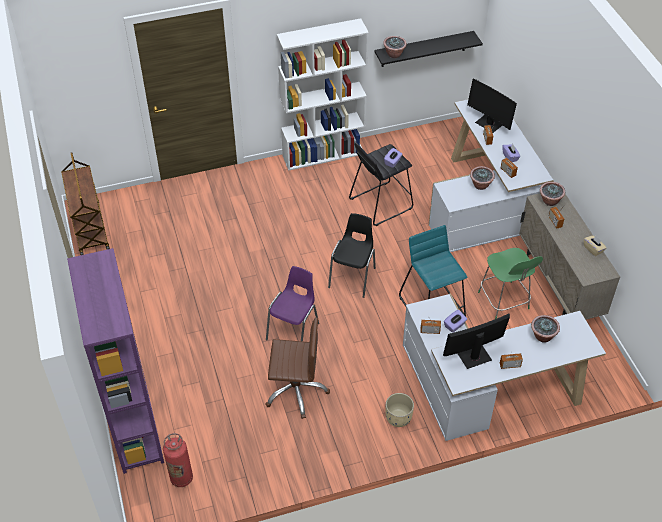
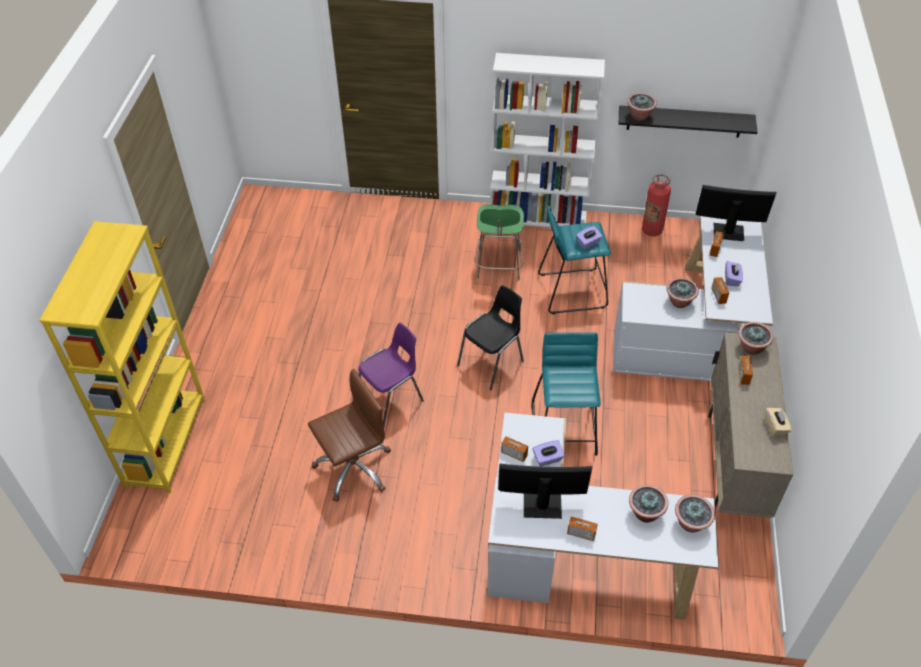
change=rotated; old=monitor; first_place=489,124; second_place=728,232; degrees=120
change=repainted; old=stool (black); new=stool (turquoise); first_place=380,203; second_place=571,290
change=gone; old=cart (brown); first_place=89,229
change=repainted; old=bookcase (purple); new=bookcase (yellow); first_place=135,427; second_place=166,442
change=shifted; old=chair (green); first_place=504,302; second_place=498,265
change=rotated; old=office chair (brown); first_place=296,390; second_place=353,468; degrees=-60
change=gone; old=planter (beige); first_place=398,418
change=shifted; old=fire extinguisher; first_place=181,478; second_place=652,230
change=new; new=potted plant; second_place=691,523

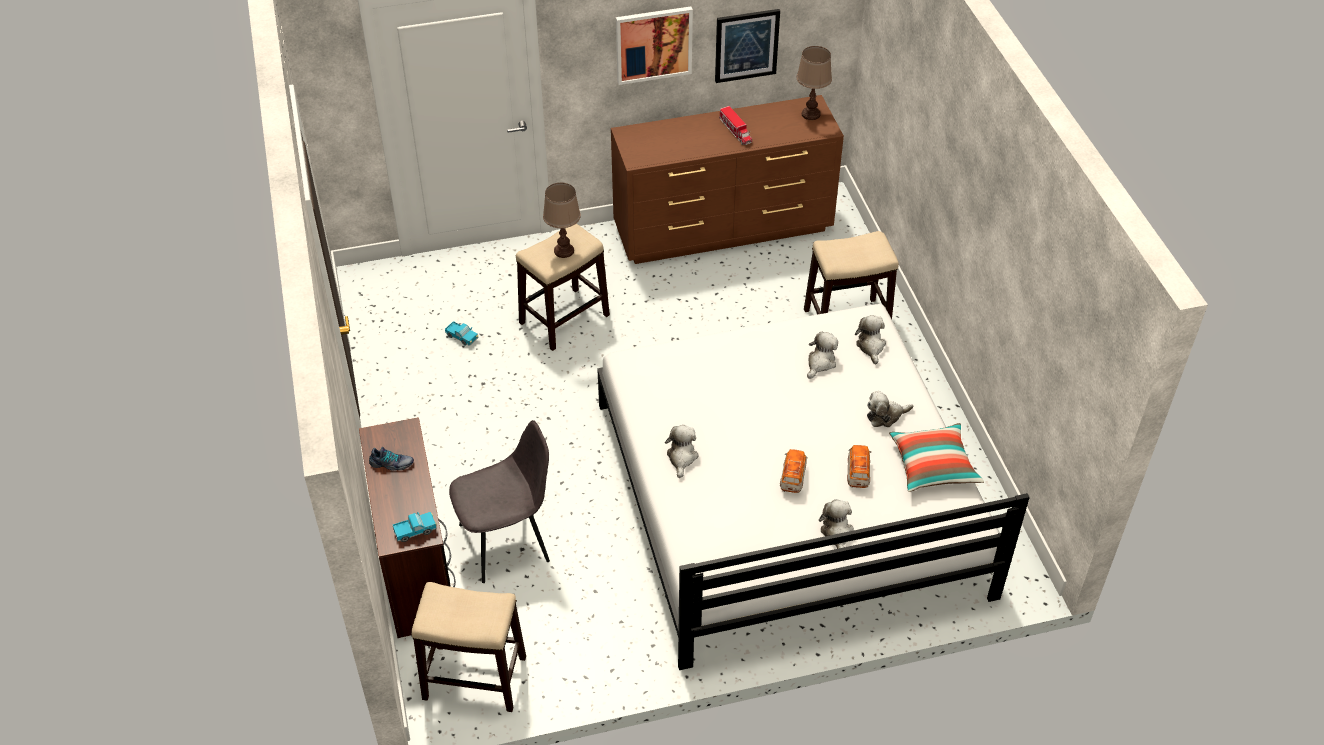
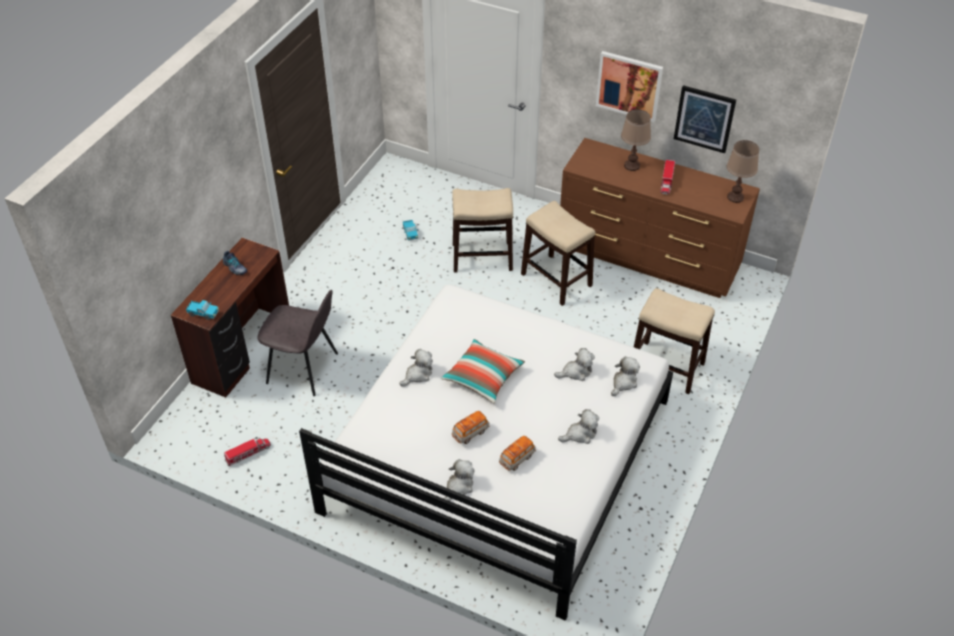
change=shifted; old=table lamp (brown); first_place=563,251; second_place=632,165
change=rotated; old=plush toy; first_place=885,416; second_place=580,434; degrees=135
change=shifted; old=pillow; first_place=933,466; second_place=483,377
change=shifted; old=stool; first_place=475,678; second_place=557,280
change=new; new=toy truck; second_place=248,454

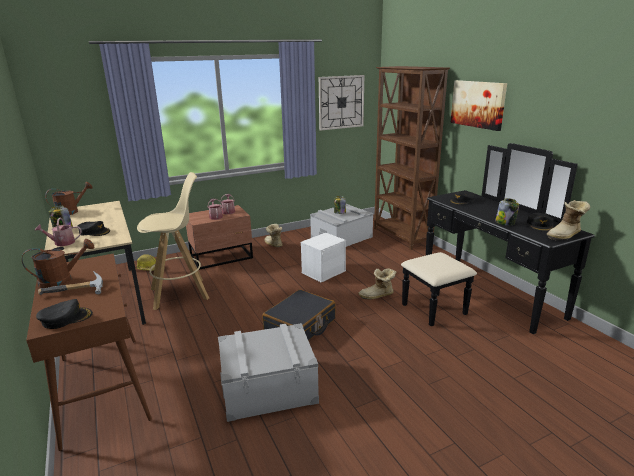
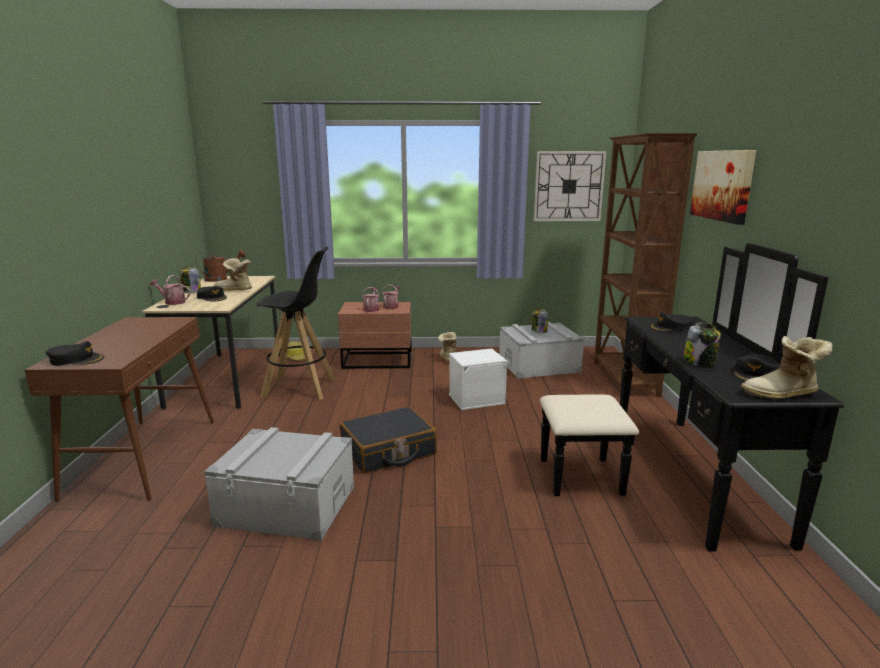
change=repainted; old=stool (beige); new=stool (black); first_place=180,293; second_place=300,388
change=gone; old=watering can (brown); first_place=62,280
change=shifted; old=boot; first_place=377,296; second_place=233,290
change=gone; old=hammer; first_place=75,293

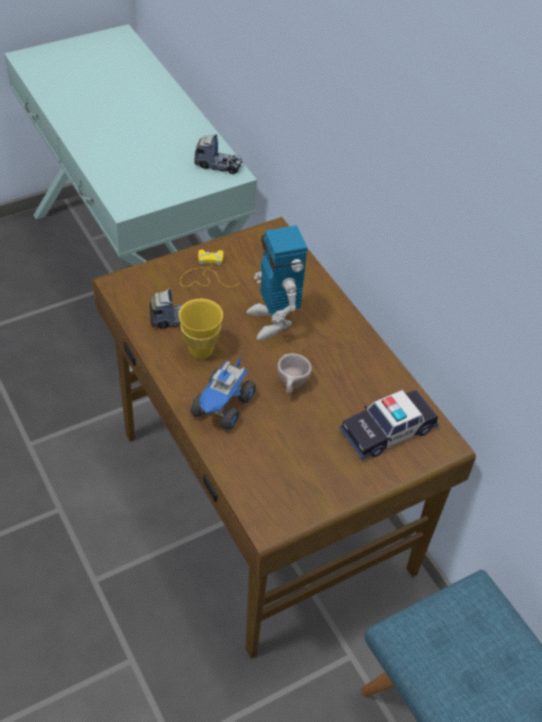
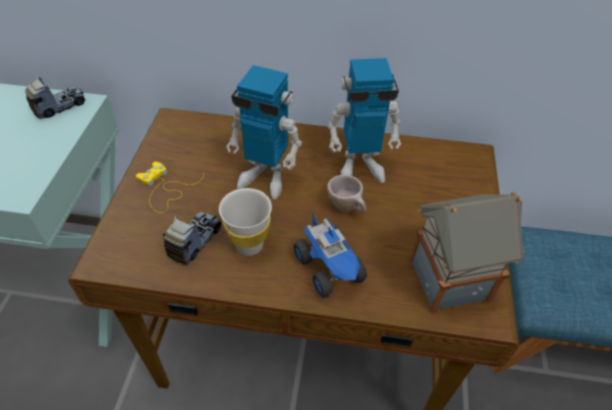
change=repainted; old=cup (yellow); new=cup (white); first_place=201,350; second_place=249,245
change=gone; old=toy car; first_place=388,430
change=new; new=toy robot; second_place=360,167
change=new; new=toy house; second_place=447,281

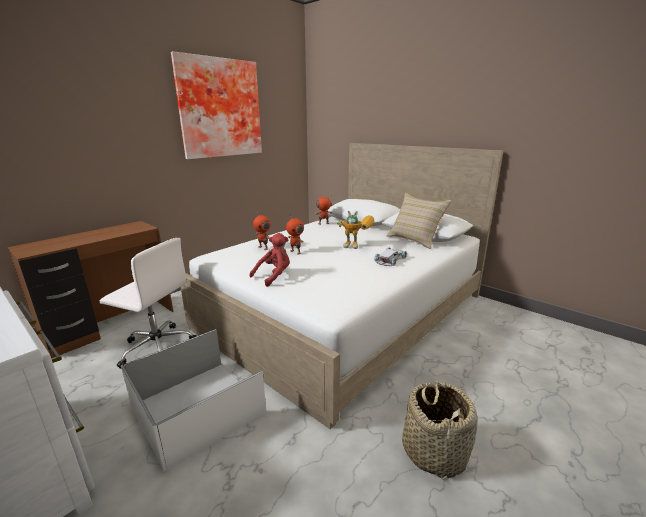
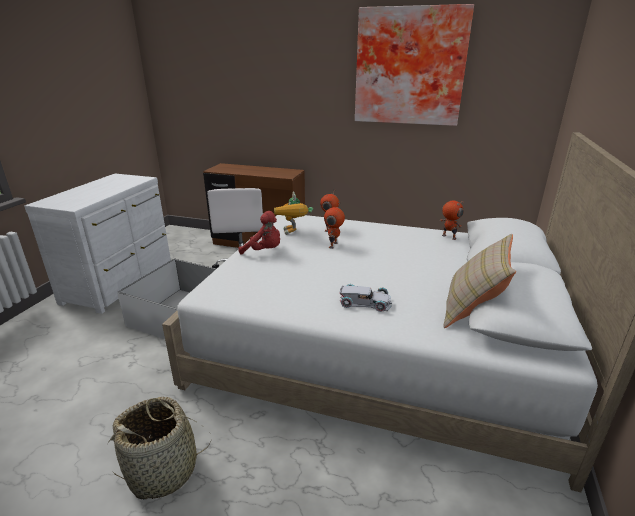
change=shifted; old=toy robot; first_place=357,246; second_place=294,234

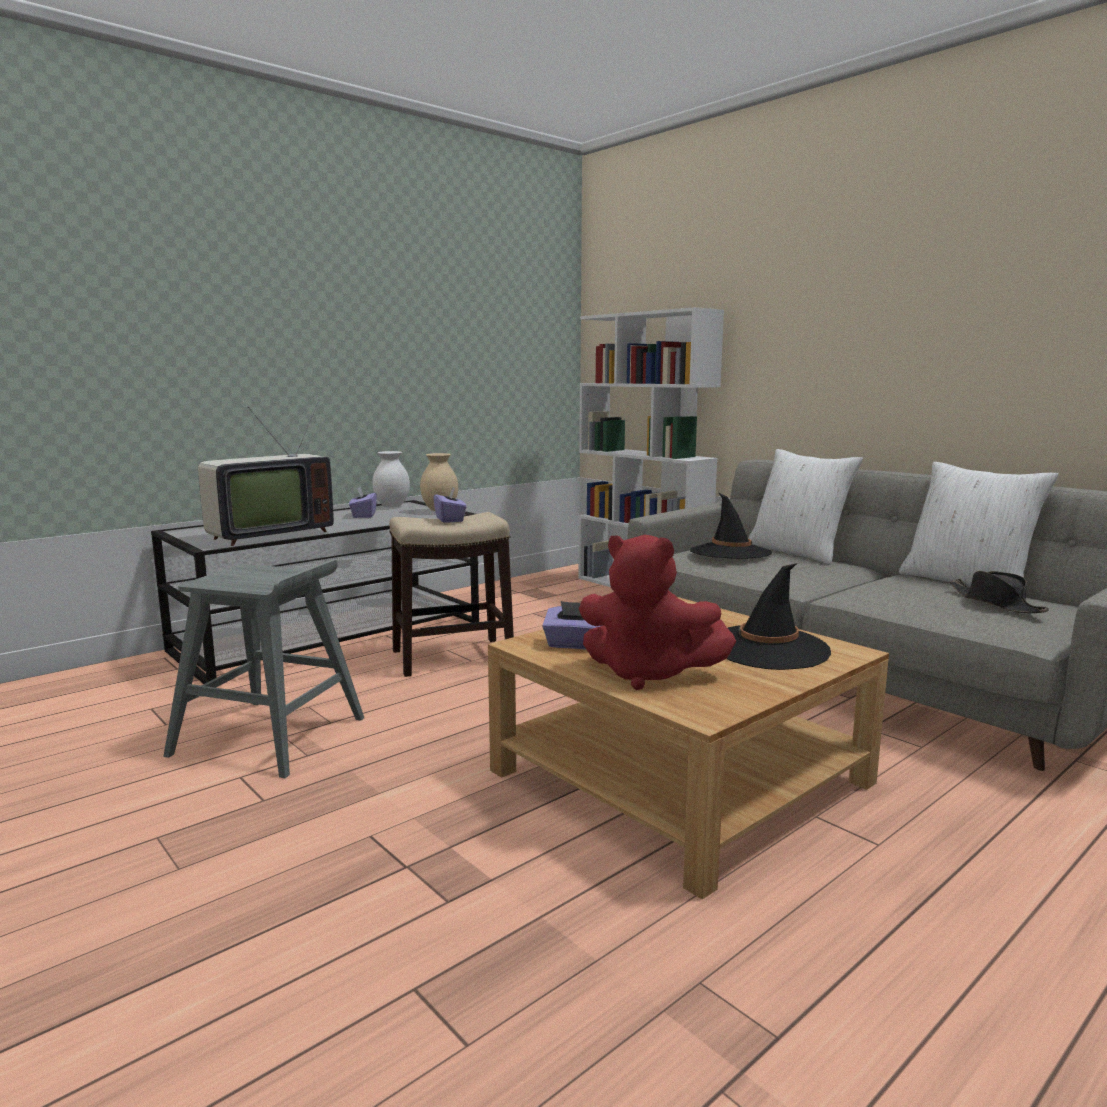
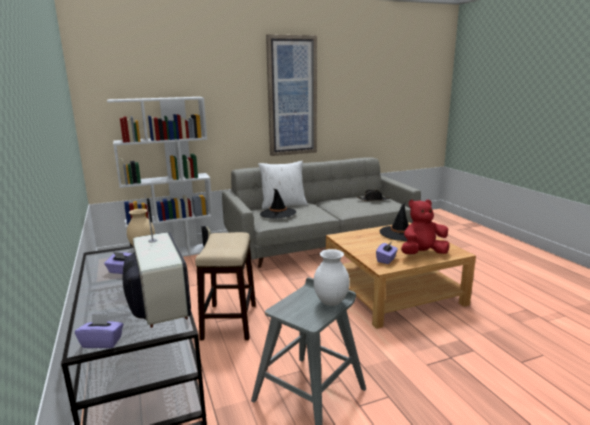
change=shifted; old=vase (white); first_place=391,506; second_place=330,302
change=gone; old=pillow (white); first_place=967,583
change=shifted; old=tissue box (purple); first_place=450,519; second_place=102,342
change=rotated; old=plush toy (red); first_place=648,674; second_place=422,254; degrees=-150
change=new; new=picture; second_place=292,96

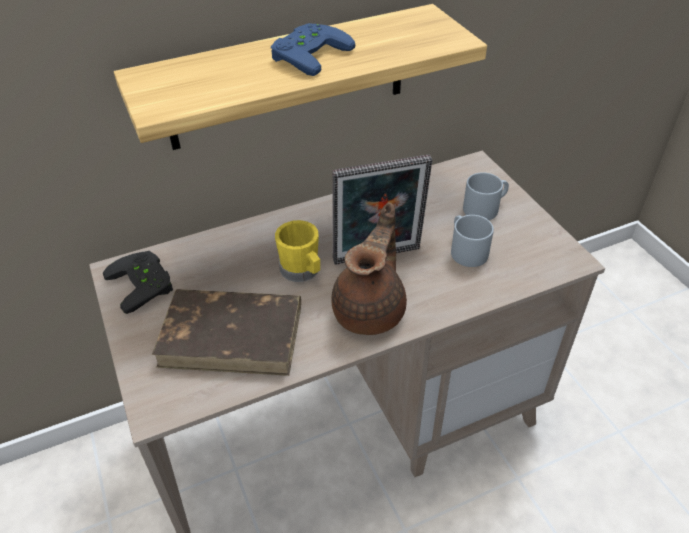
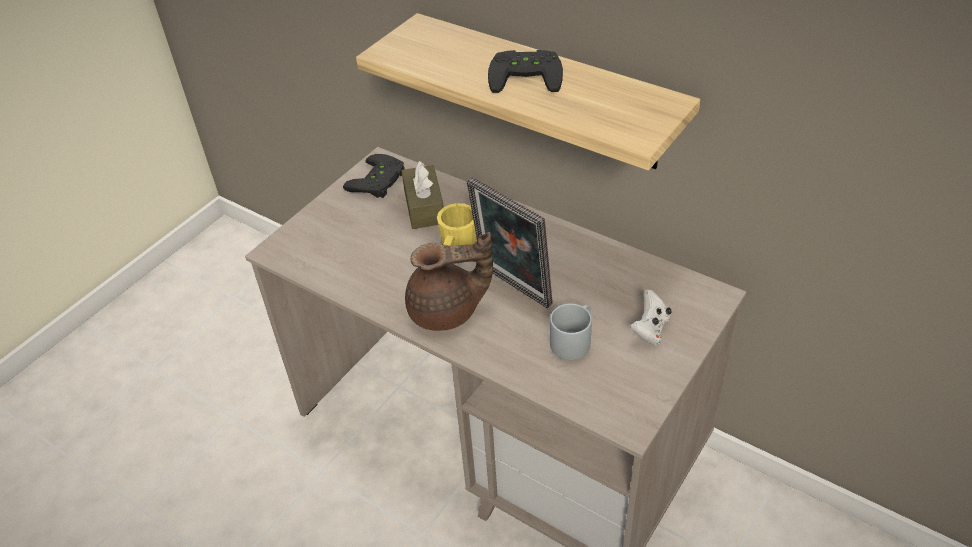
change=repainted; old=game controller (blue); new=game controller (black); first_place=307,53; second_place=526,75
change=swapped; old=mug (grey); new=game controller (white); first_place=485,207; second_place=650,329
change=gone; old=book (brown); first_place=233,335
change=new; new=tissue box (brown); second_place=424,207

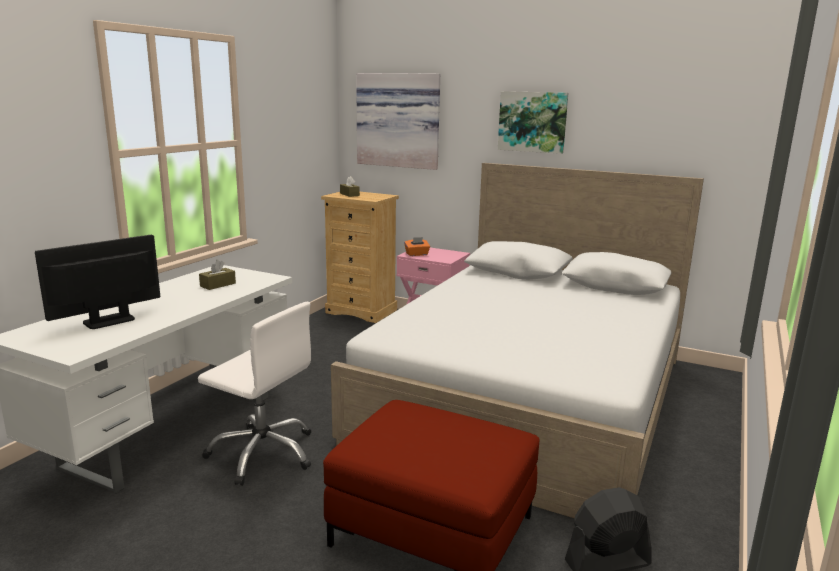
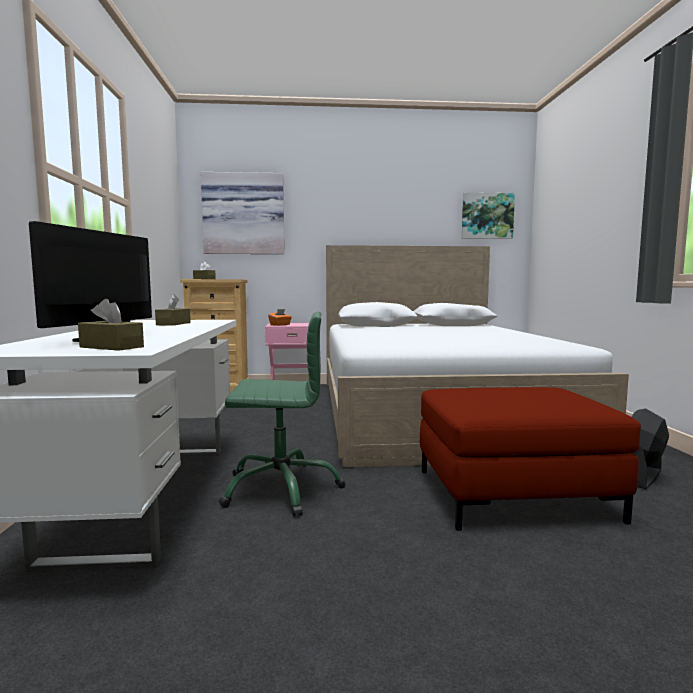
change=shifted; old=picture; first_place=532,122; second_place=487,216
change=repainted; old=office chair (white); new=office chair (green); first_place=263,453; second_place=281,488
change=new; new=tissue box (brown); second_place=111,347

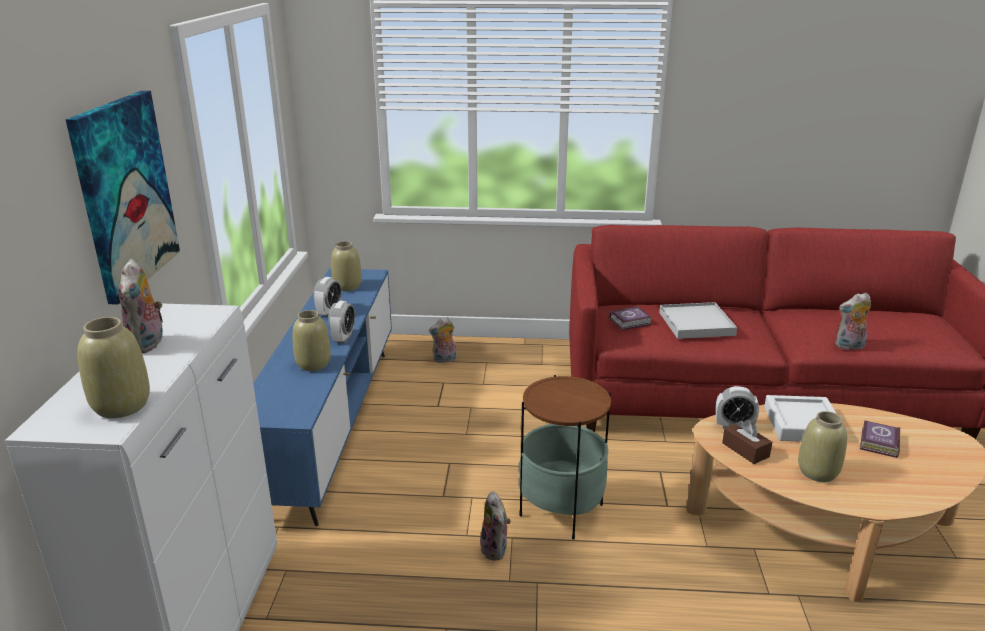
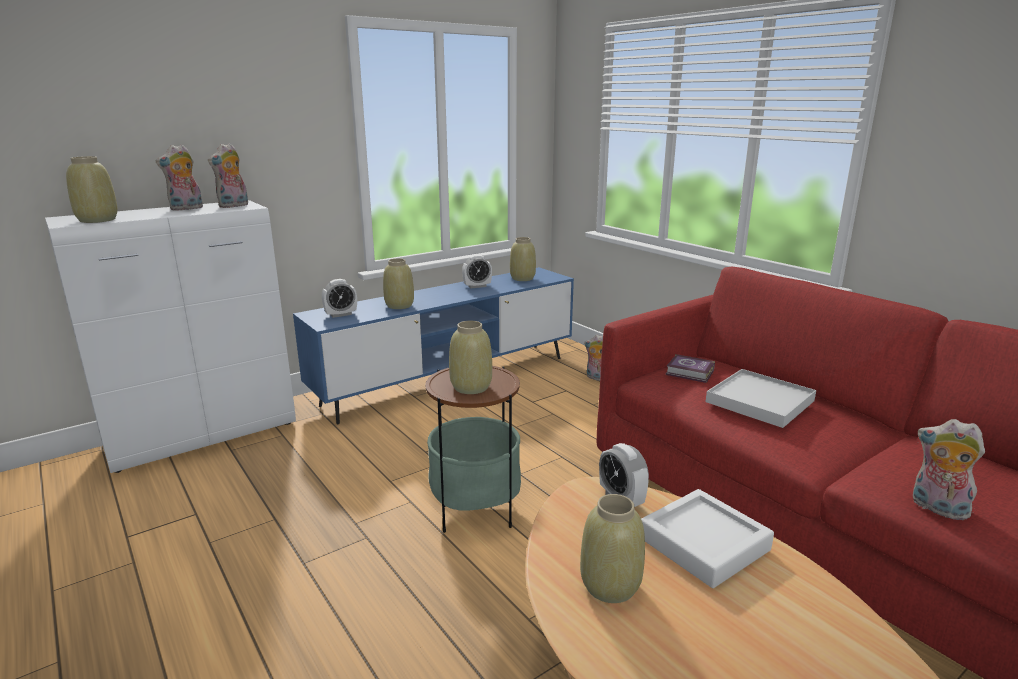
change=gone; old=picture; first_place=125,194
change=shifted; old=alarm clock; first_place=343,338; second_place=341,314
change=gone; old=tissue box (brown); first_place=745,450
change=gone; old=book; first_place=878,443
change=shifted; old=plush toy; first_place=496,550; second_place=234,206
change=new; new=vase (beige); second_place=470,387

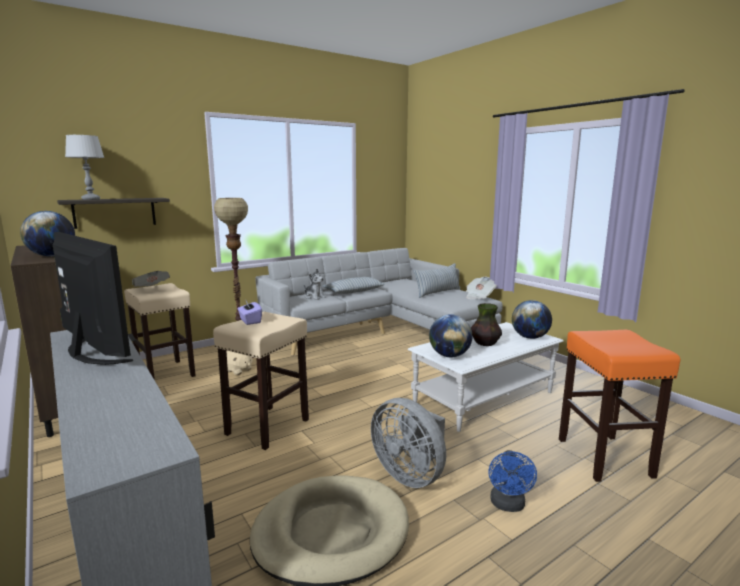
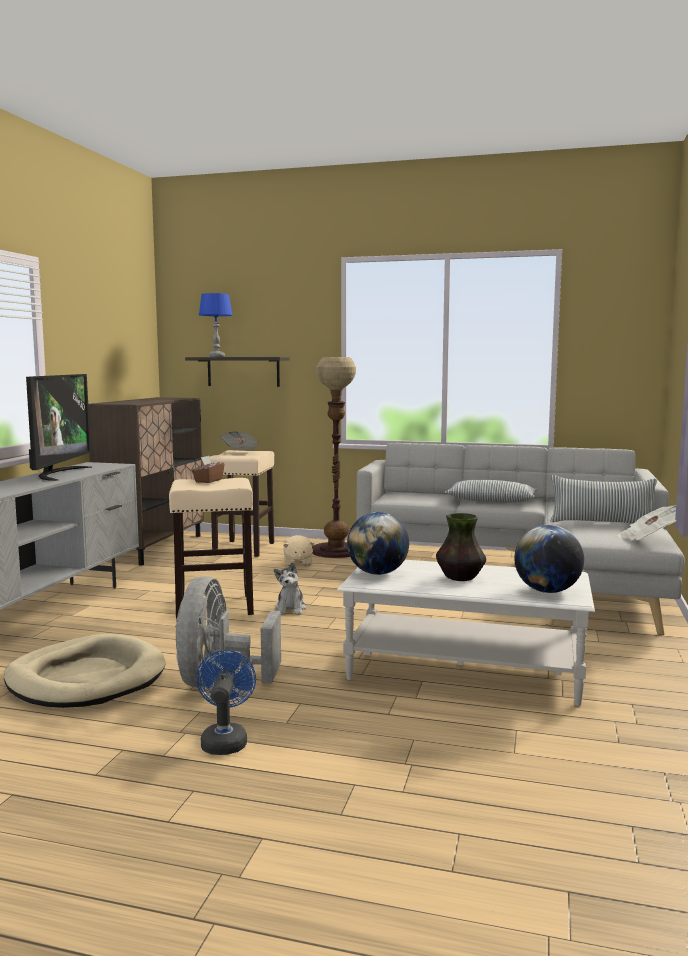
change=repainted; old=table lamp (grey); new=table lamp (blue); first_place=90,199; second_place=216,356
change=gone; old=globe; first_place=52,256
change=shifted; old=plush toy; first_place=314,297; second_place=290,609
change=repainted; old=tissue box (purple); new=tissue box (brown); first_place=250,321; second_place=208,481
change=gone; old=stool (orange); first_place=605,458
change=rotated; old=fan (blue); first_place=508,505; second_place=225,740; degrees=120

